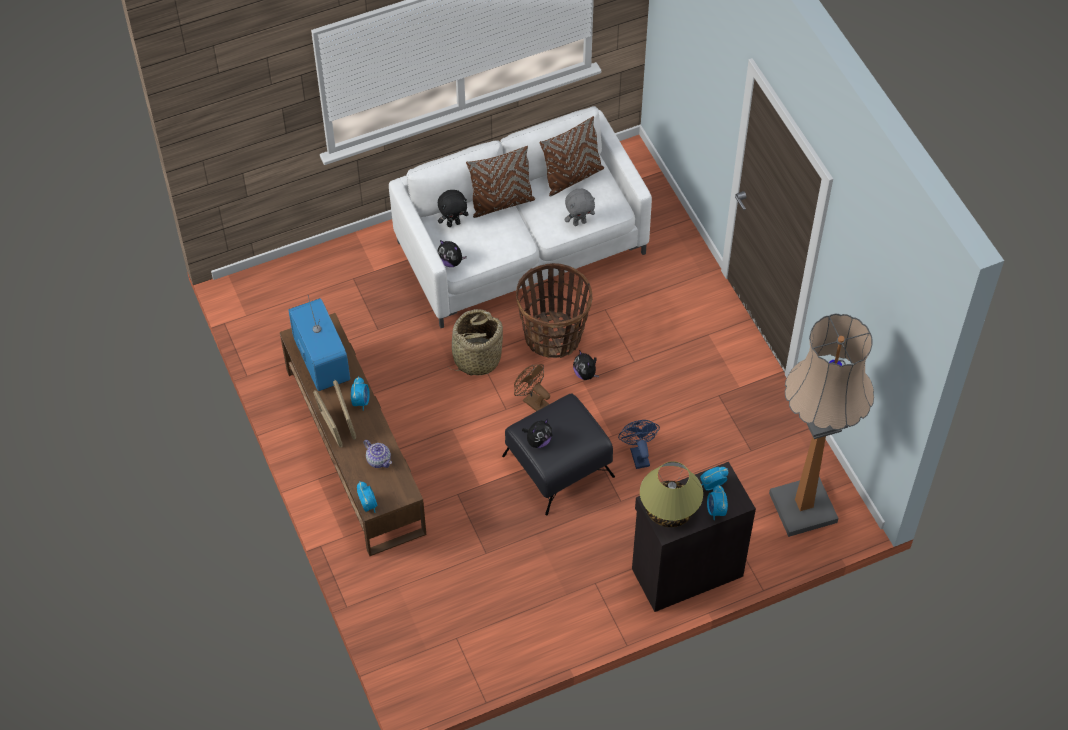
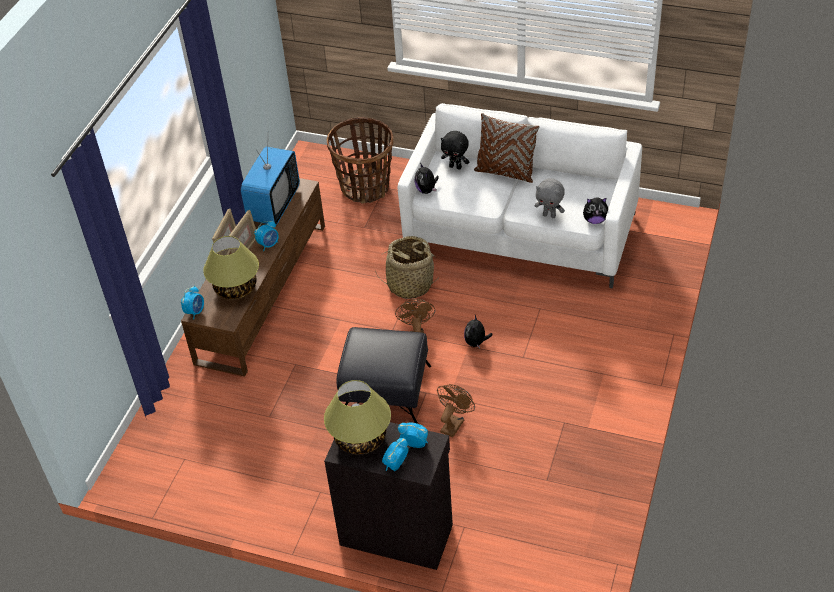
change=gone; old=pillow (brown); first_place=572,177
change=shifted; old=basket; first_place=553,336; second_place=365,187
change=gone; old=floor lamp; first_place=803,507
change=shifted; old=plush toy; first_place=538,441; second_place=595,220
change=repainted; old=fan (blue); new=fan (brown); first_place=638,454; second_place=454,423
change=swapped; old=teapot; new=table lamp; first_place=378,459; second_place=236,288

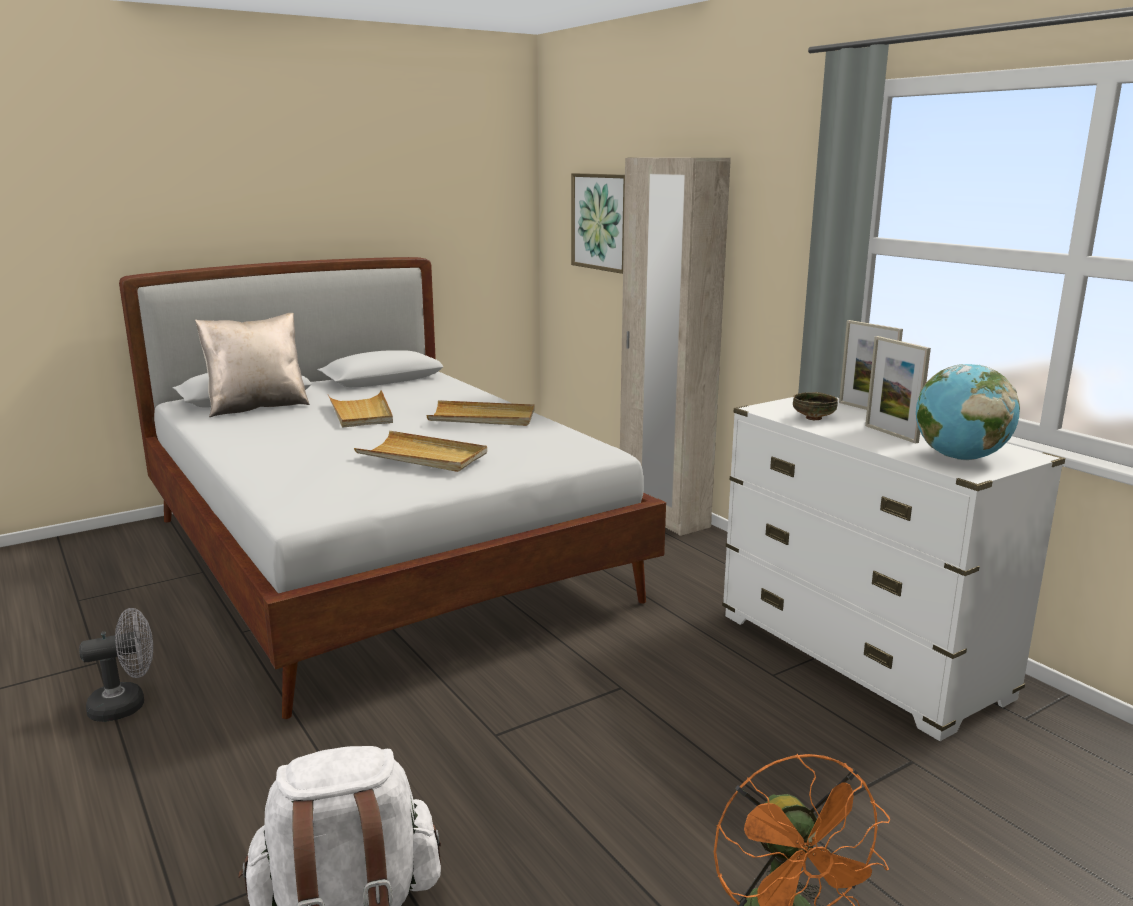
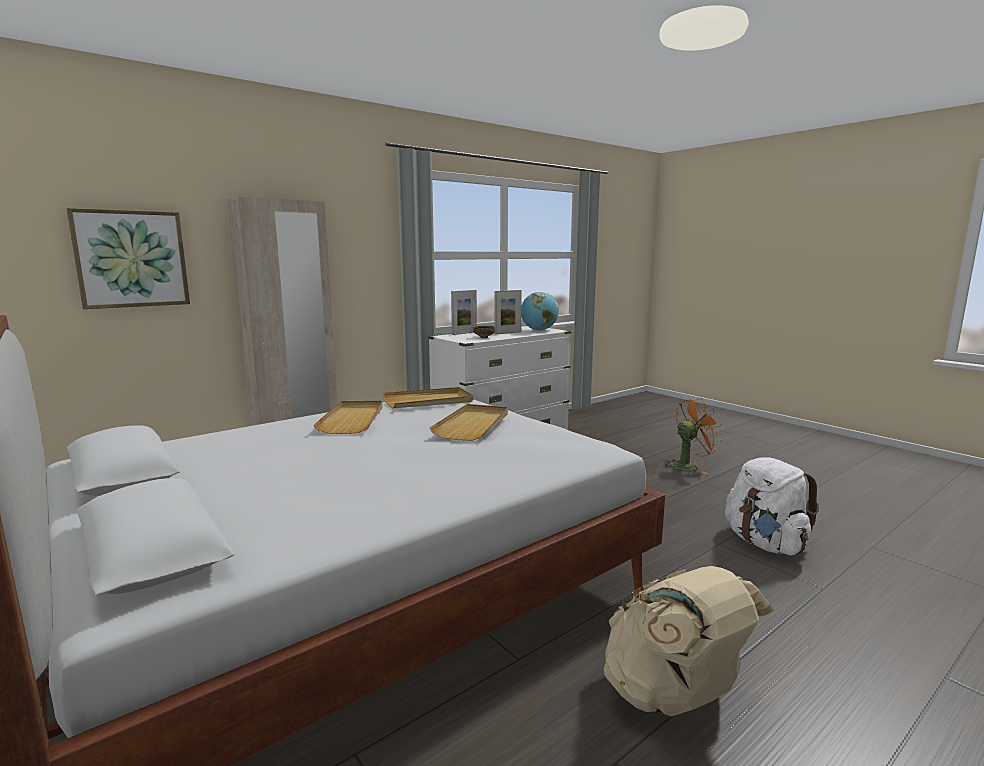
change=gone; old=pillow (beige); first_place=257,407
change=shifted; old=tray (beige); first_place=361,413; second_place=429,401
change=swapped; old=fan (grey); new=backpack (beige); first_place=127,705; second_place=673,695

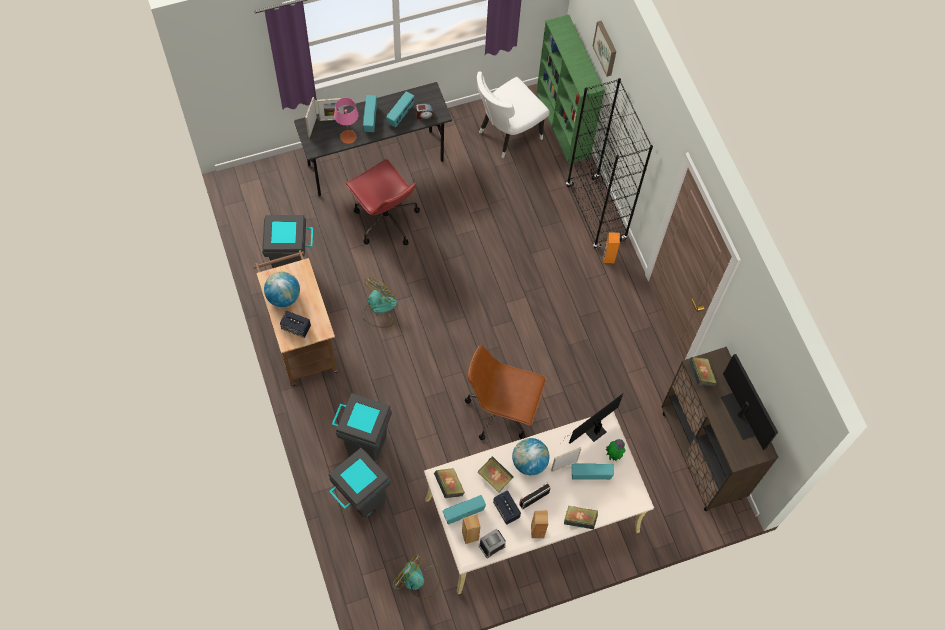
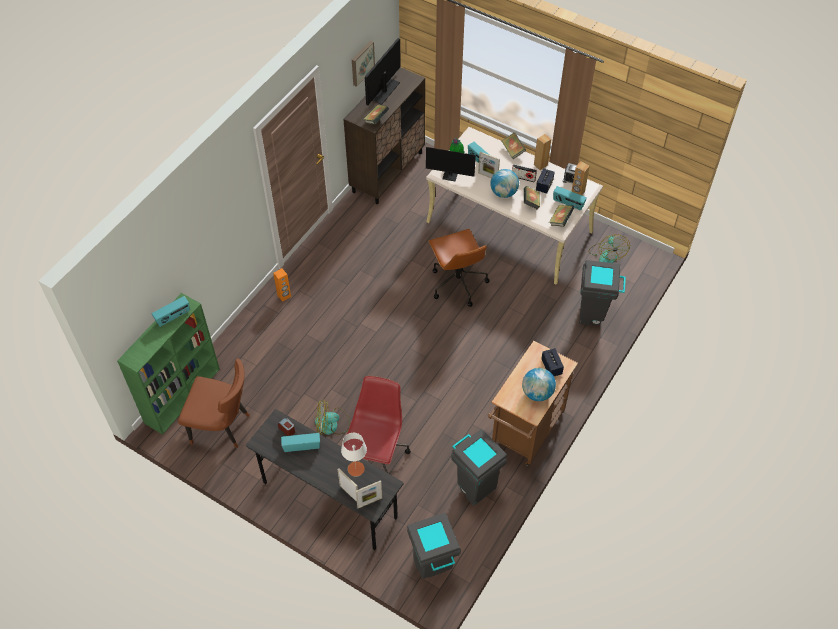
change=shifted; old=picture; first_place=606,48; second_place=361,63
change=repainted; old=chair (white); new=chair (brown); first_place=507,134; second_place=223,427
change=gone; old=bookcase (black); first_place=596,213
change=shifted; old=radio; first_place=370,119; second_place=173,317
change=repainted; old=table lamp (pink); new=table lamp (white); first_place=348,136; second_place=356,468
change=shifted; old=fan; first_place=379,309; second_place=332,425
change=shifted; old=trash can (grey); first_place=365,445; second_place=433,569

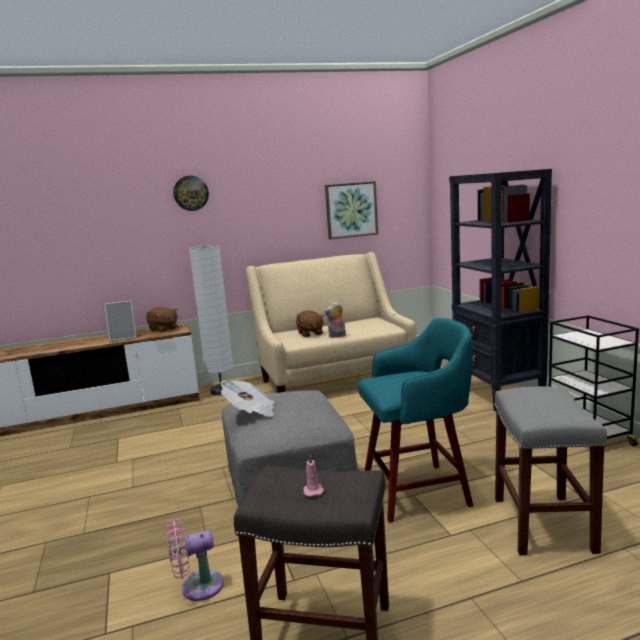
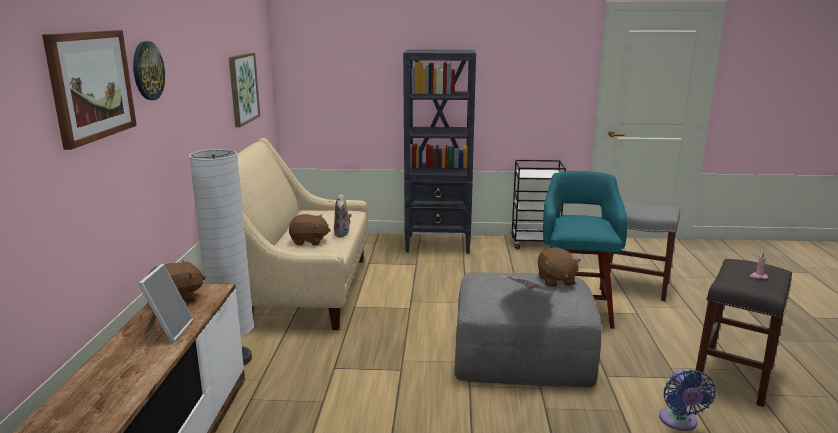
change=repainted; old=fan (pink); new=fan (blue); first_place=197,587; second_place=679,422
change=new; new=picture; second_place=91,85
change=new; new=plush toy (brown); second_place=555,281

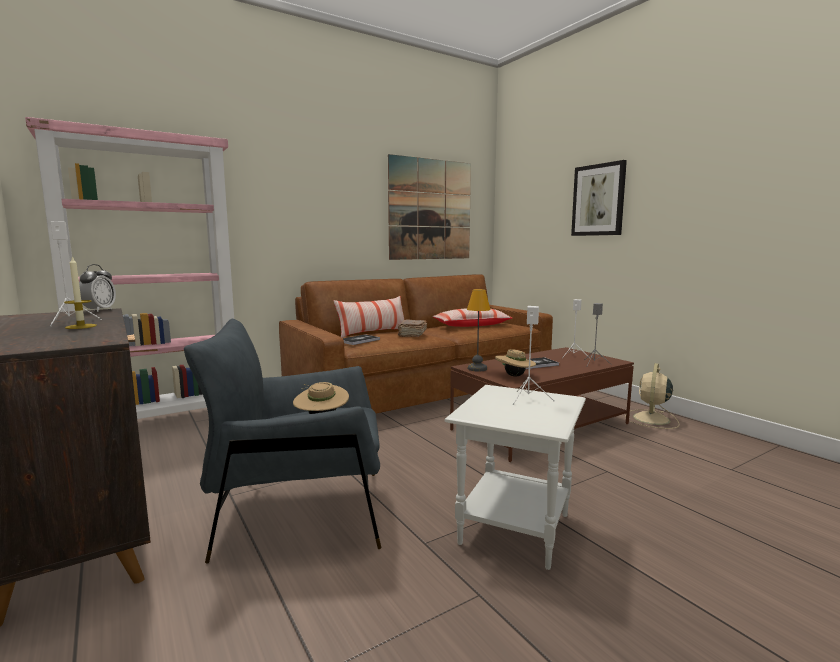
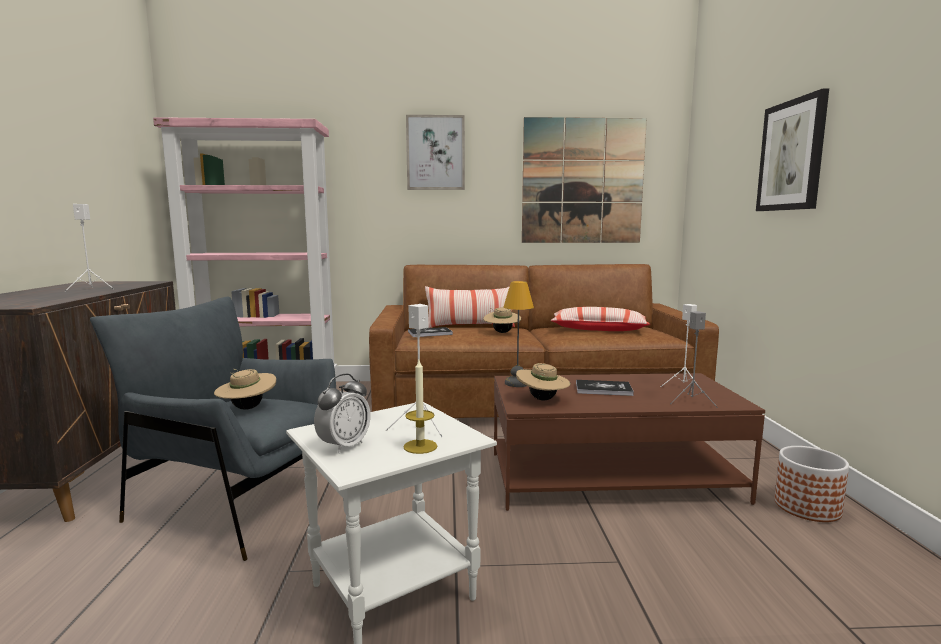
change=shifted; old=candle; first_place=81,326; second_place=420,446
change=shifted; old=alarm clock; first_place=99,310; second_place=344,446
change=swapped; old=book (brown); new=hat (beige); first_place=412,334; second_place=502,332
change=swapped; old=fan (beige); new=planter; first_place=651,419; second_place=807,507
change=new; new=picture; second_place=435,153

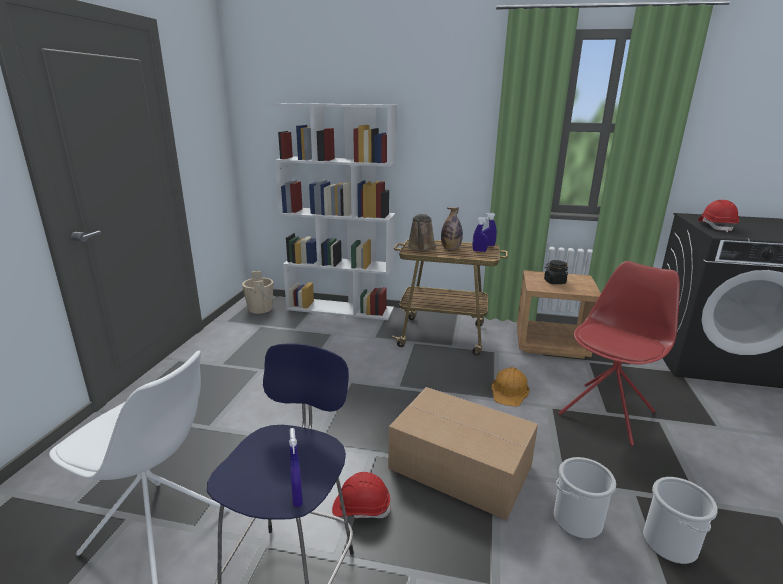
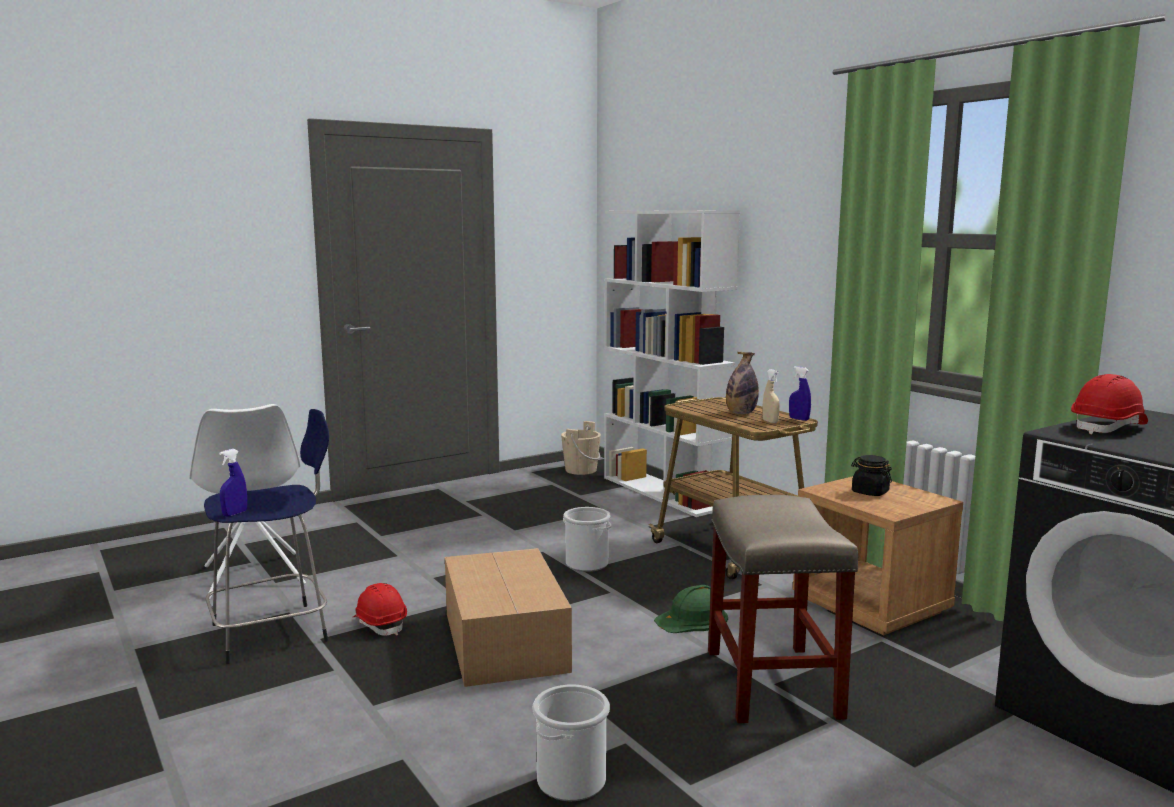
change=gone; old=watering can (brown); first_place=421,247
change=repainted; old=spray bottle (blue); new=spray bottle (beige); first_place=479,251; second_place=770,422
change=swapped; old=chair (red); new=stool (beige); first_place=607,412; second_place=773,684
change=repainted; old=hard hat (orange); new=hard hat (green); first_place=509,391; second_place=693,619
change=shifted; old=bucket; first_place=577,520; second_place=587,564

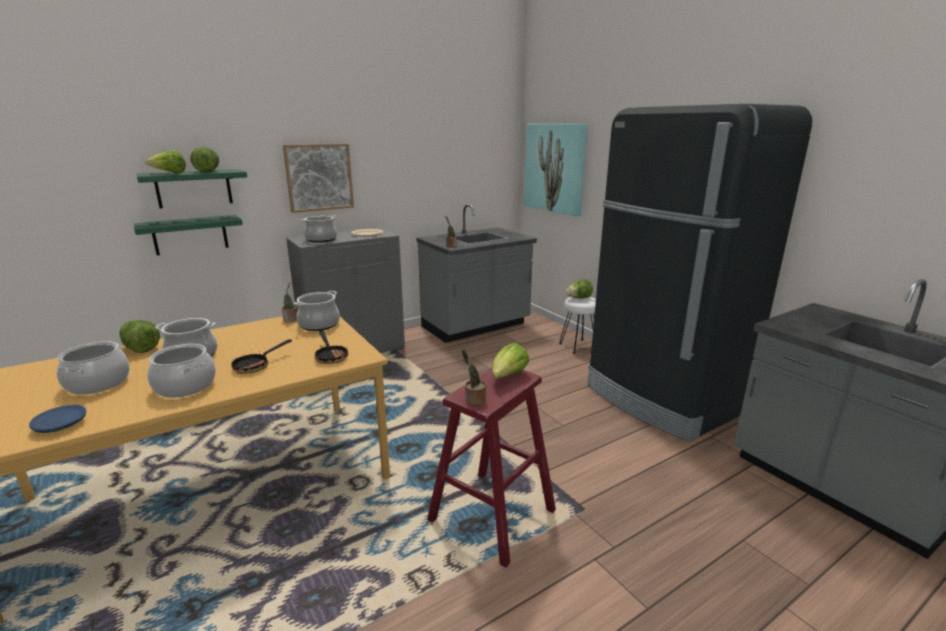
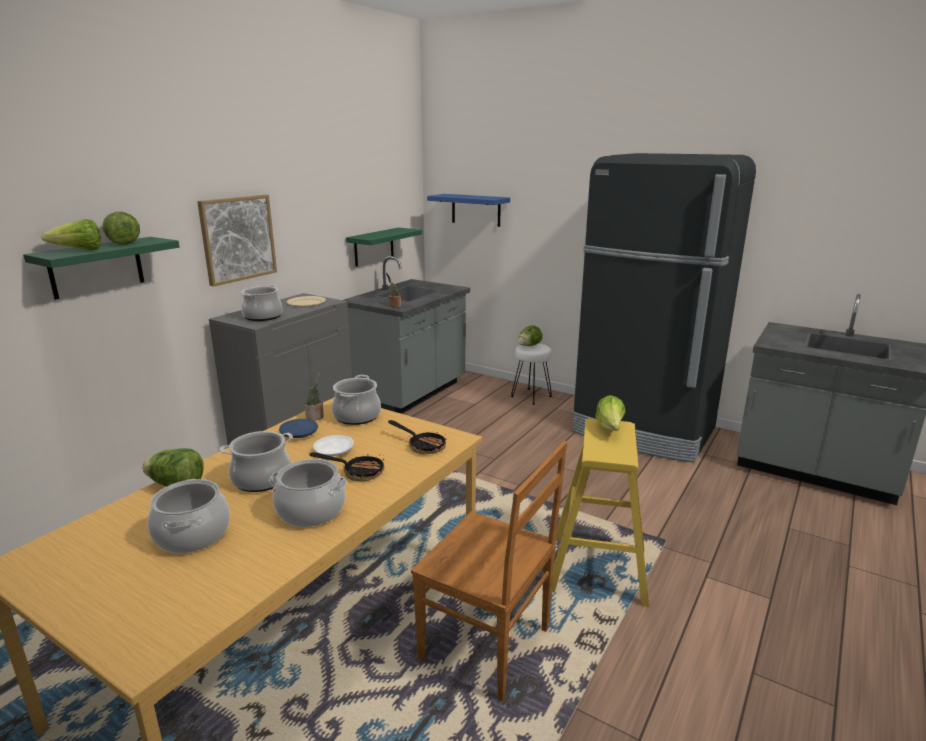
change=swapped; old=picture; new=shelf (blue); first_place=555,168; second_place=476,210
change=shifted; old=shelf (green); first_place=190,235; second_place=374,247
change=rotated; old=frying pan; first_place=256,366; second_place=357,472; degrees=-90
change=gone; old=potted plant; first_place=474,401
change=repainted; old=stool (red); new=stool (yellow); first_place=492,515; second_place=598,568
change=shifted; old=plate (blue); first_place=61,425; second_place=300,434
change=new; new=plate (white); second_place=333,452
change=new; new=chair (brown); second_place=488,647

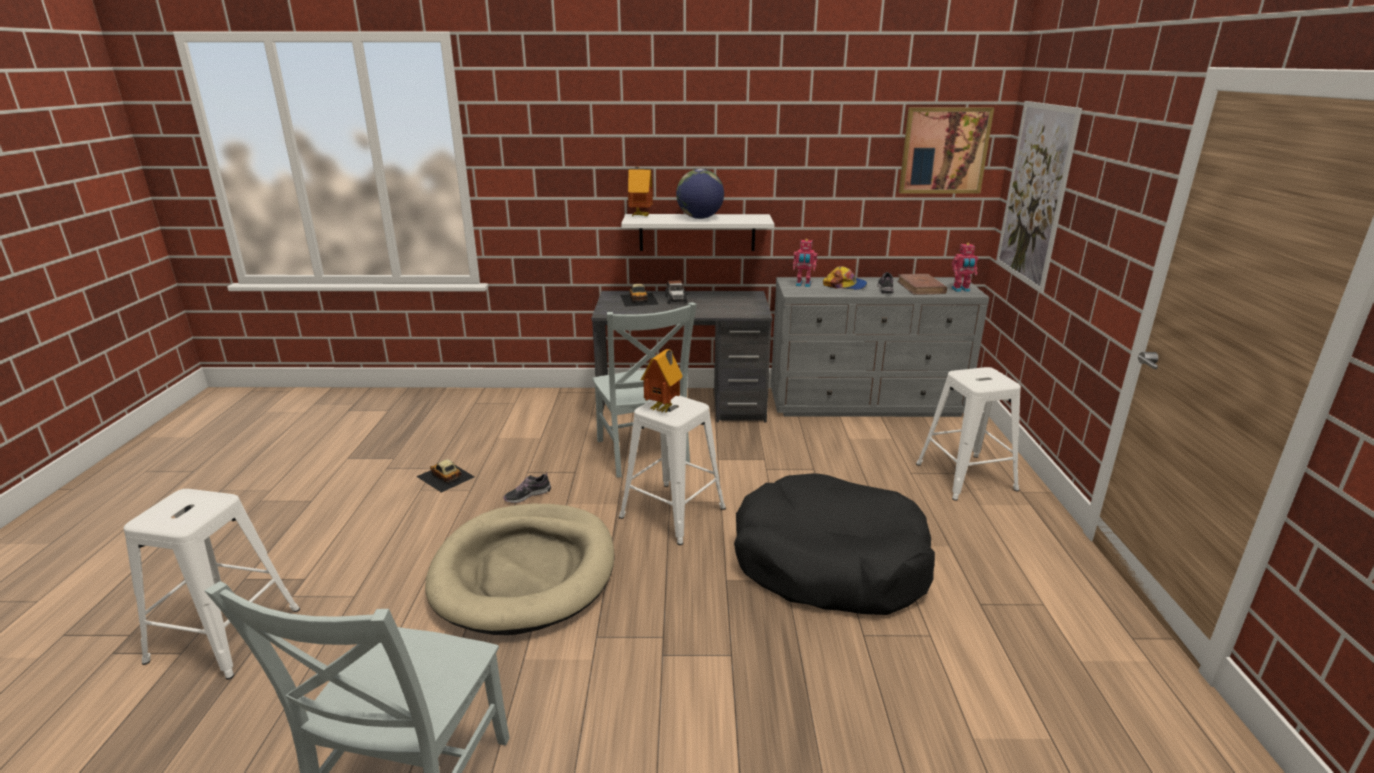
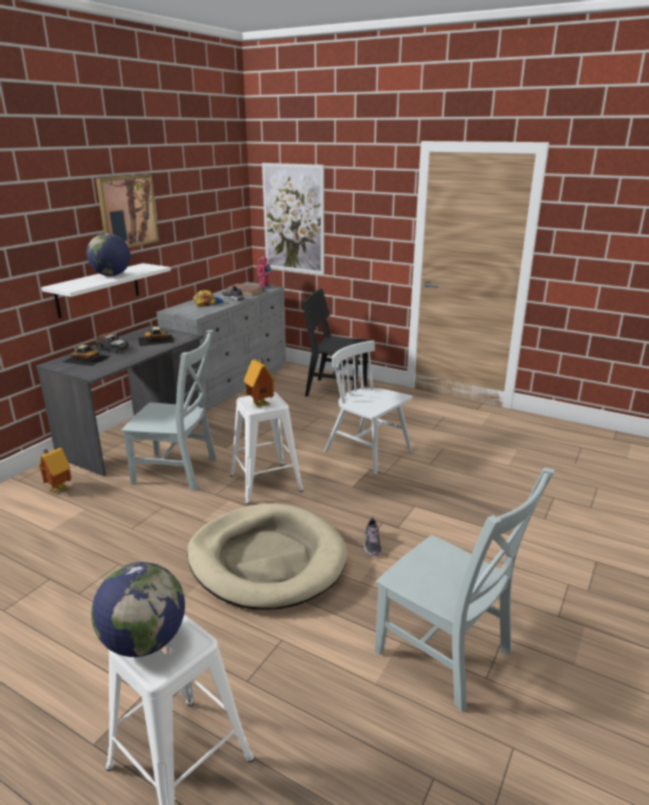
change=shifted; old=picture; first_place=944,151; second_place=127,211
change=shifted; old=toy house; first_place=640,216; second_place=58,489
change=gone; old=toy robot; first_place=803,285
change=swapped; old=stool (white); new=chair (black); first_place=966,476; second_place=336,390
change=shifted; old=toy car; first_place=445,476; second_place=156,340
change=shifted; old=shoe; first_place=527,495; second_place=372,544
change=swapped; old=dog bed (black); new=chair (white); first_place=829,563; second_place=368,452
change=new; new=globe; second_place=144,642

